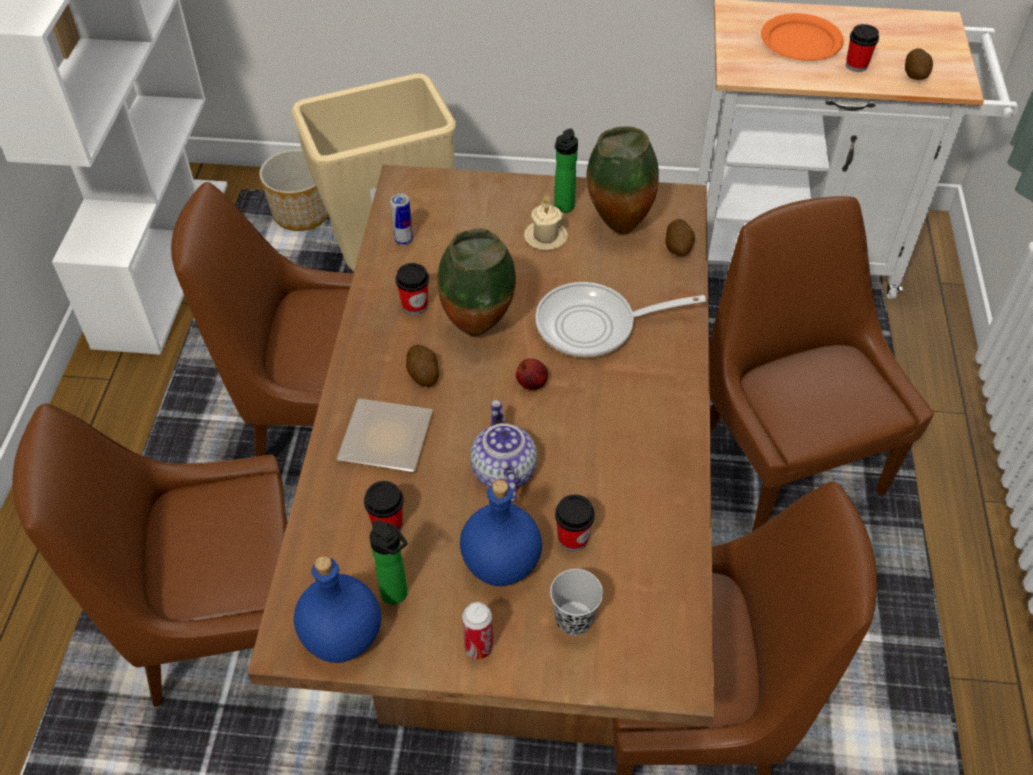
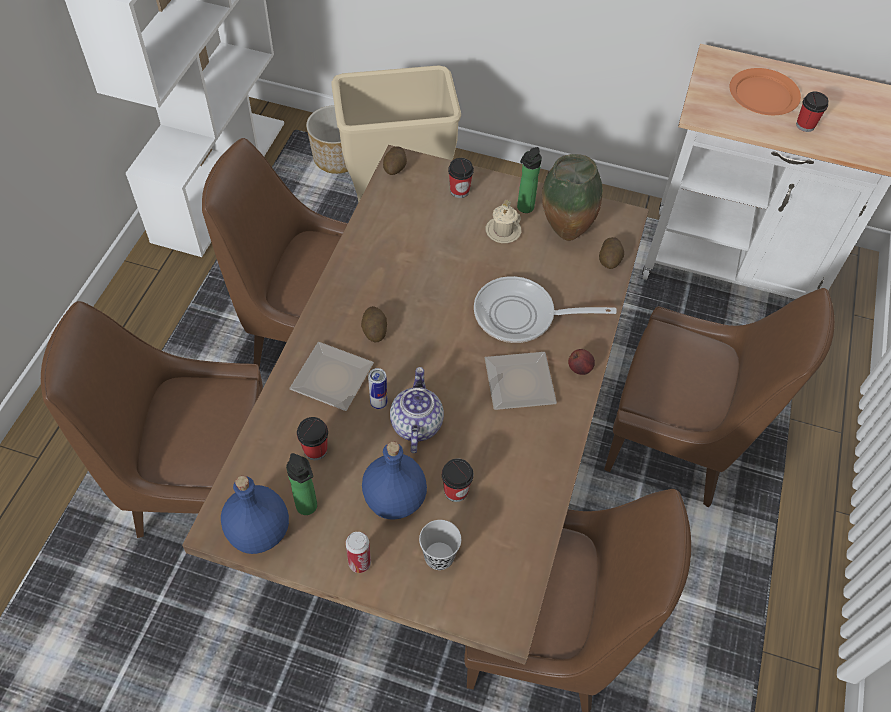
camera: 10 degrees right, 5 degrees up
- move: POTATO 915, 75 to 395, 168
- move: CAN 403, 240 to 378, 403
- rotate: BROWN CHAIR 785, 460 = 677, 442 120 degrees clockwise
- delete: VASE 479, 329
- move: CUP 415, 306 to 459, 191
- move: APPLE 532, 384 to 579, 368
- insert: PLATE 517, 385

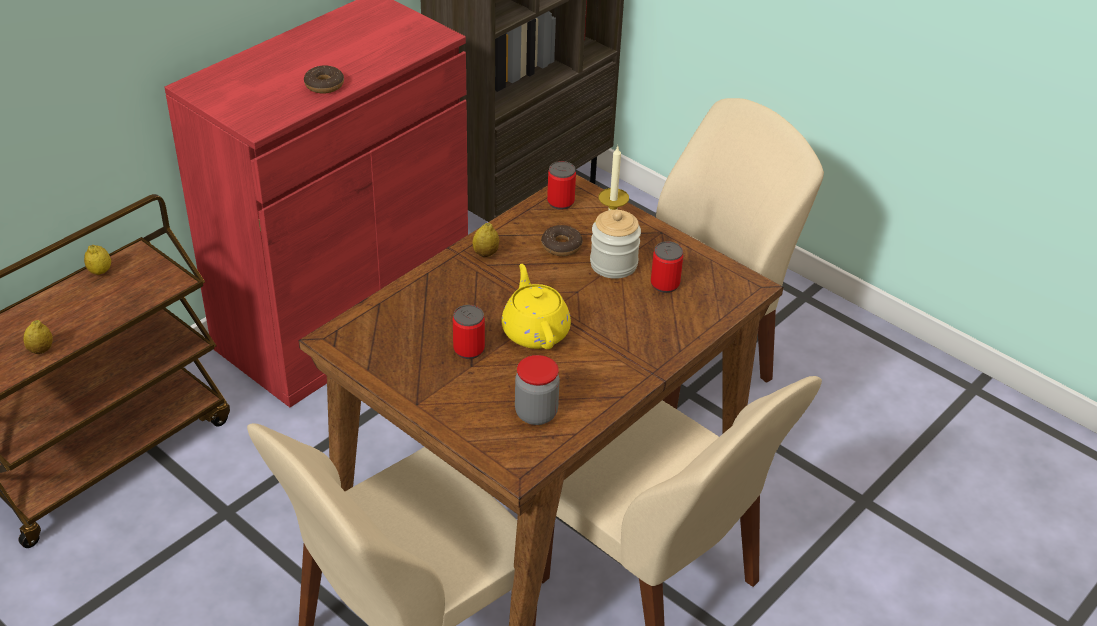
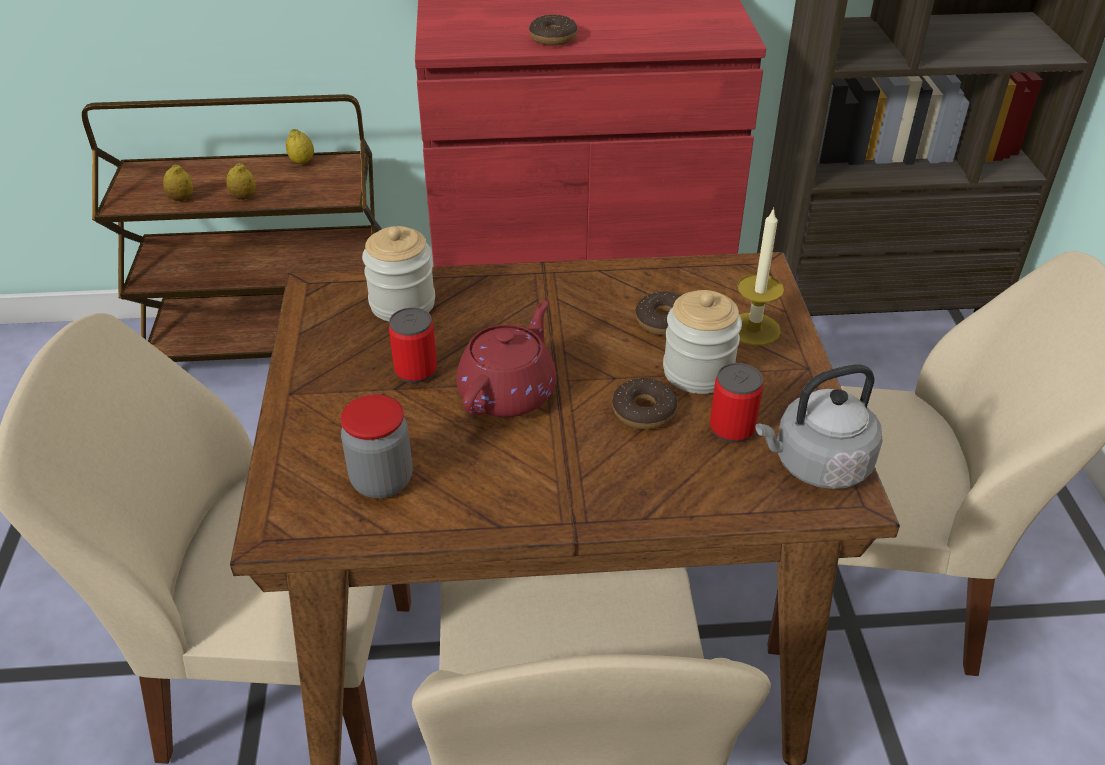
camera: 45 degrees right, 0 degrees up
- delete: CAN 560, 202
- move: LEMON 485, 253 to 243, 197
- recolor: YELLOW TEAPOT 535, 331 to RED TEAPOT 509, 392
- insert: JAR 402, 304
- insert: GREY KETTLE 816, 465
- insert: DONUT 643, 411

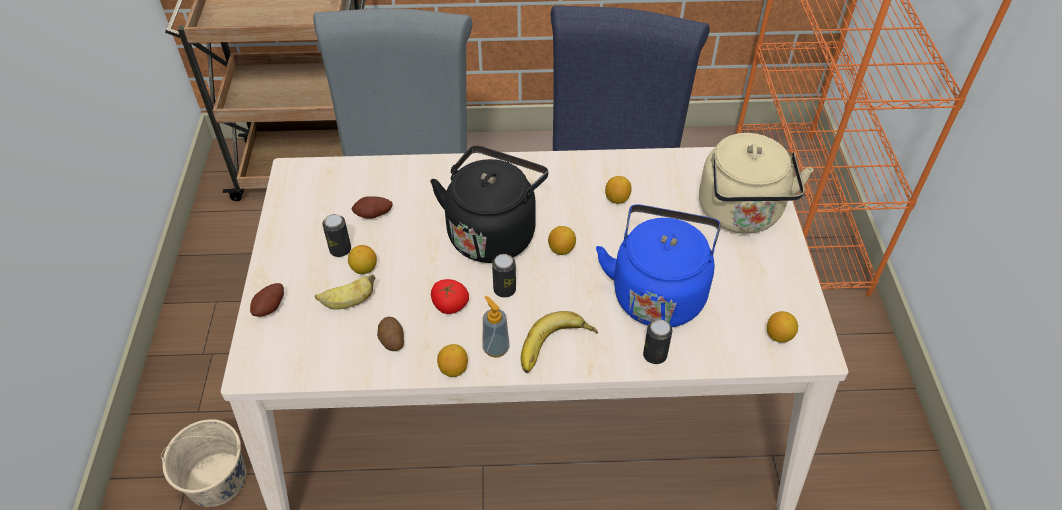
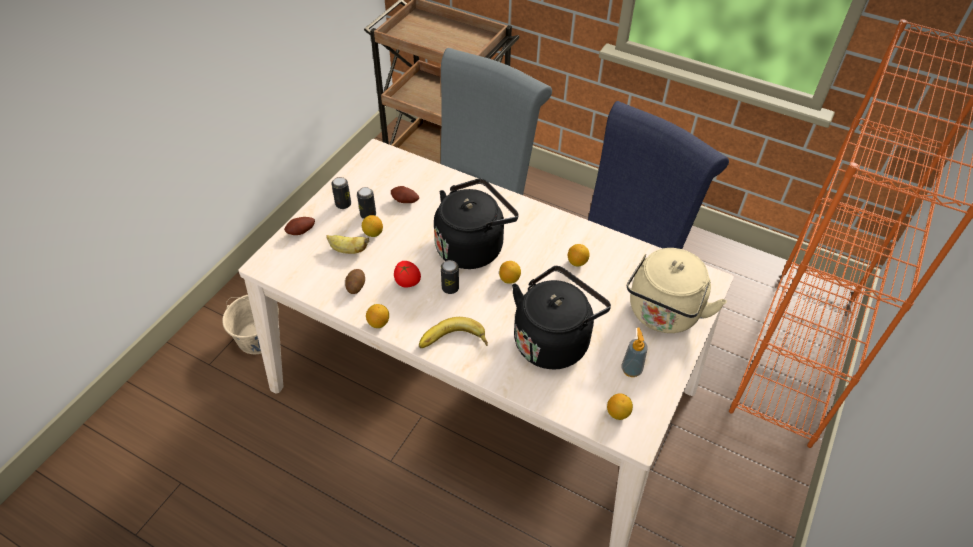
camera: 30 degrees right, 0 degrees up
- recolor: BLUE KETTLE 658, 292 to BLACK KETTLE 553, 340
- move: SOAP DISPENSER 496, 348 to 631, 369
- move: CAN 654, 355 to 343, 204

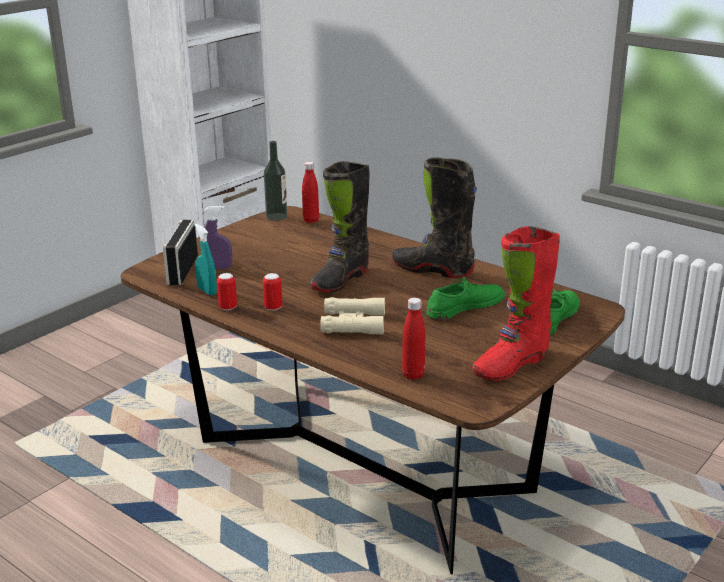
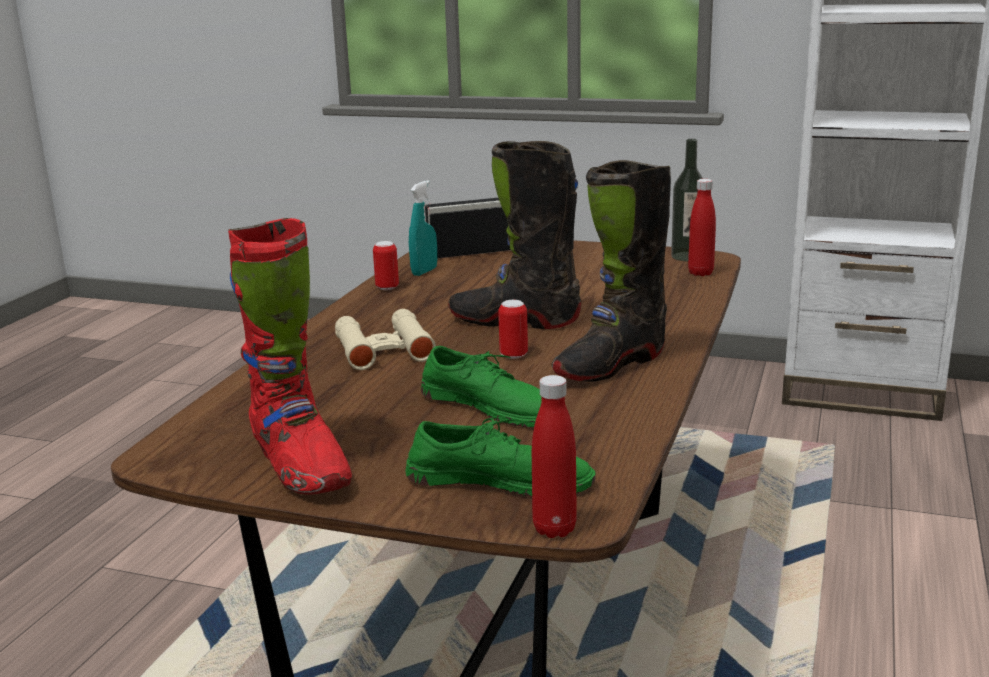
camera: 70 degrees right, 5 degrees down
- rotate: BLACK BOOT 432, 269 = 610, 365 135 degrees counterclockwise
- delete: PURPLE SPRAY BOTTLE 218, 268
- rotate: RED BOOT 511, 365 = 299, 467 150 degrees counterclockwise
- move: CAN 273, 307 to 513, 355
- move: RED BOTTLE 413, 375 to 554, 529

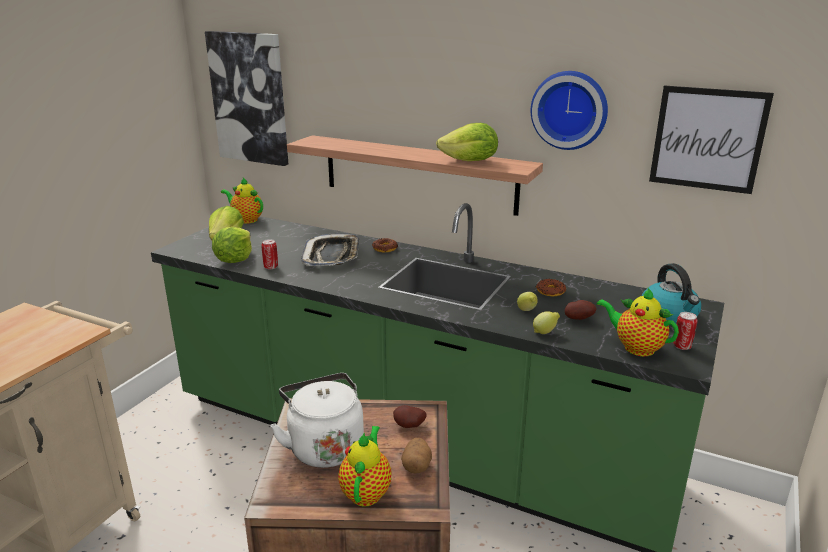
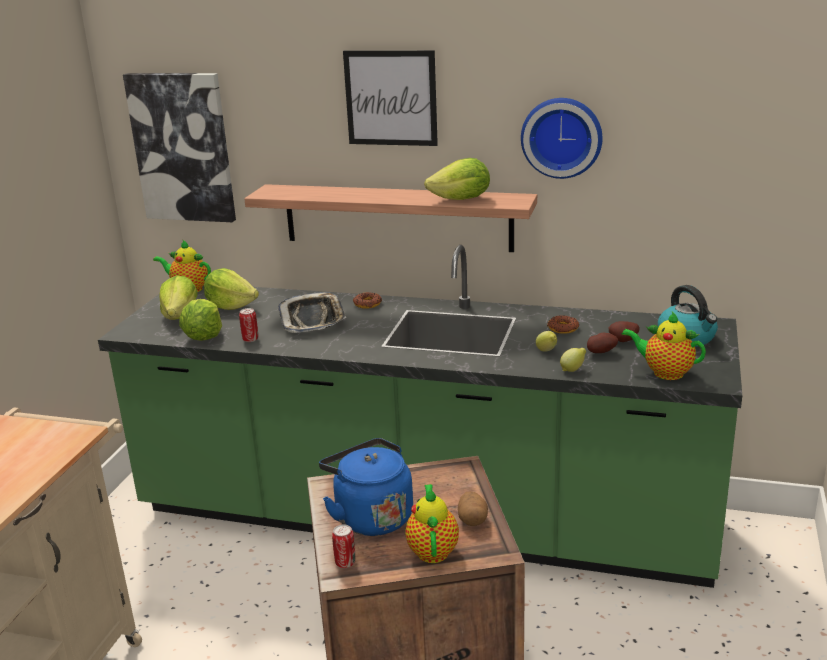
camera: 10 degrees left, 0 degrees up
- move: PICTURE 707, 139 to 391, 98
- move: CAN 682, 346 to 345, 563
- recolor: WHITE KETTLE 324, 446 to BLUE KETTLE 370, 516
- move: POTATO 409, 426 to 624, 341
- insert: LETTUCE 231, 306

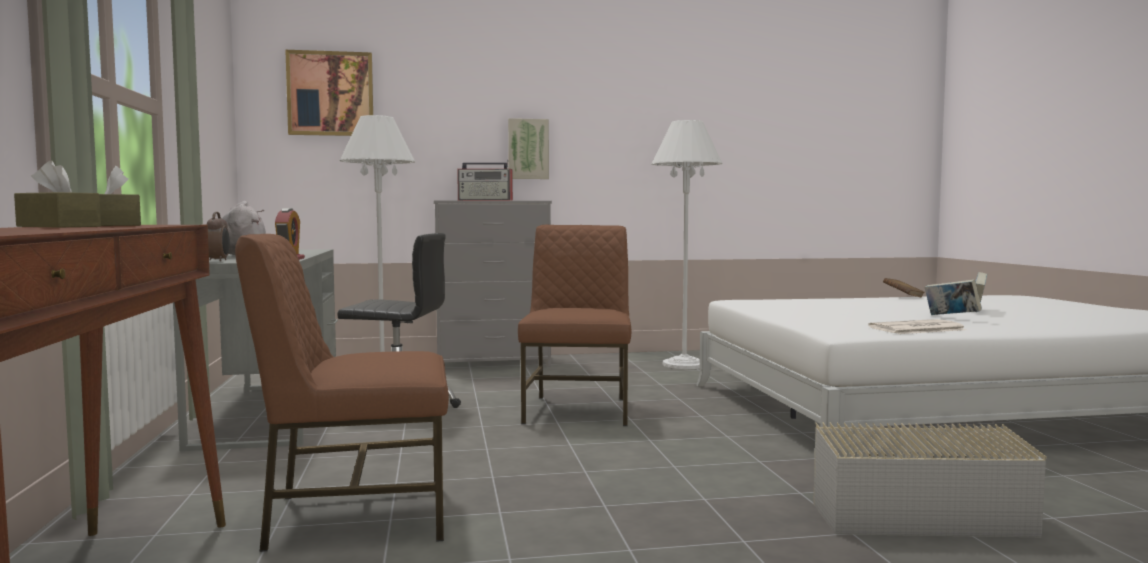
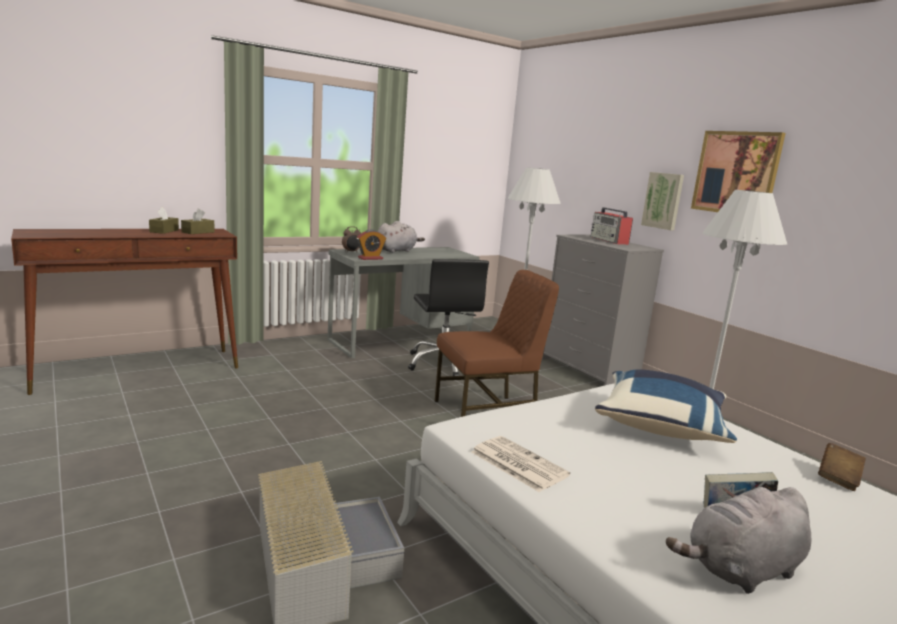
camera: 65 degrees right, 10 degrees up
- move: PICTURE 330, 94 to 736, 173
- delete: BROWN CHAIR 355, 516
- delete: BOOK 951, 317
- insert: BLUE PILLOW 661, 426
- insert: GREY PLUSH TOY 740, 570

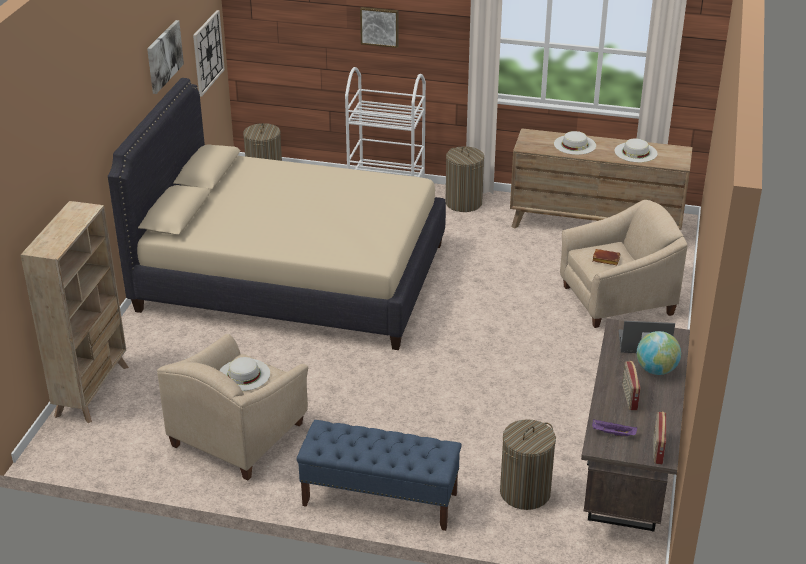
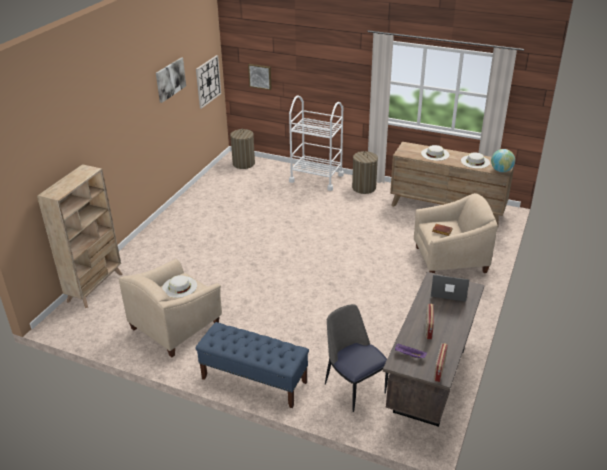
camera: 10 degrees right, 0 degrees up
- move: PICTURE 380, 26 to 260, 76
- delete: BEIGE BED 292, 277
- move: GLOBE 656, 370 to 501, 170
- replace: LAUNDRY BASKET 525, 492 to CHAIR 354, 387

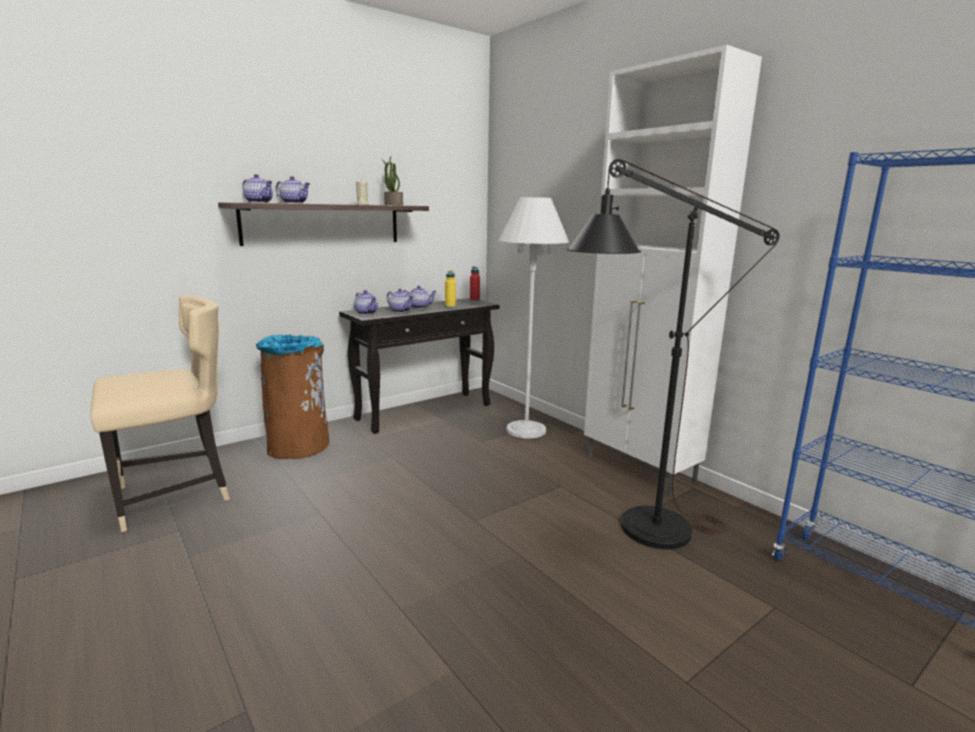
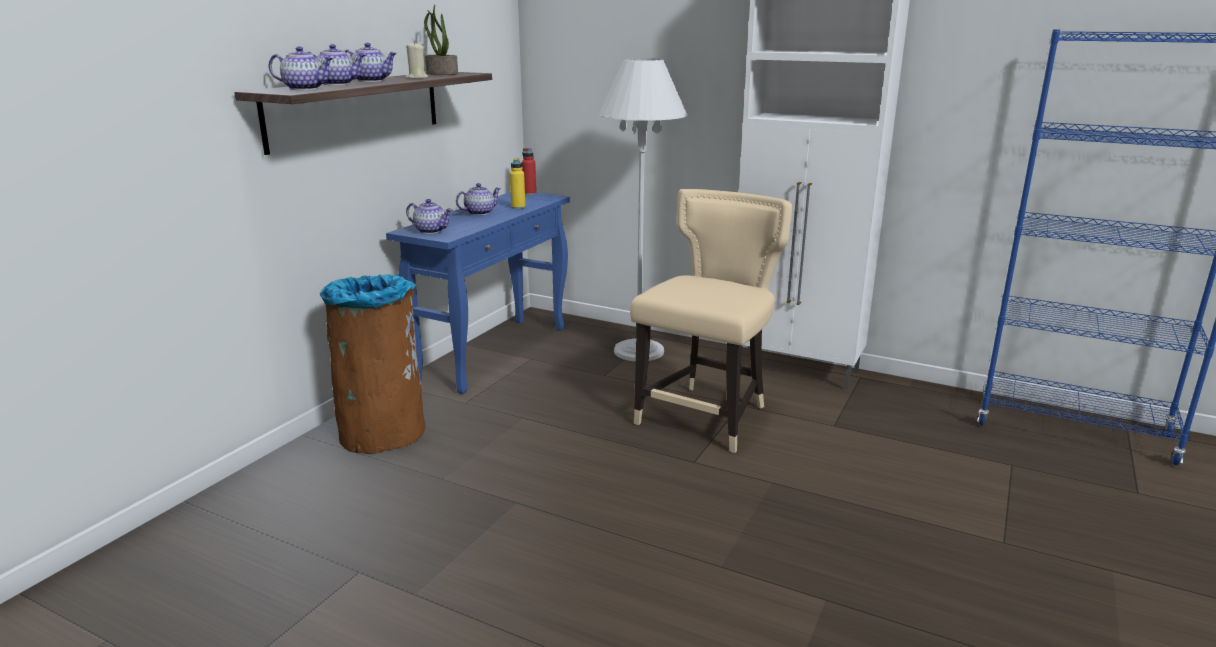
camera: 25 degrees left, 5 degrees up
- delete: BLACK FLOOR LAMP 636, 530
- move: TEAPOT 401, 311 to 372, 81
- move: BEIGE CHAIR 177, 495 to 707, 416
- recolor: BLACK CONSOLE TABLE 425, 411 to BLUE CONSOLE TABLE 494, 353

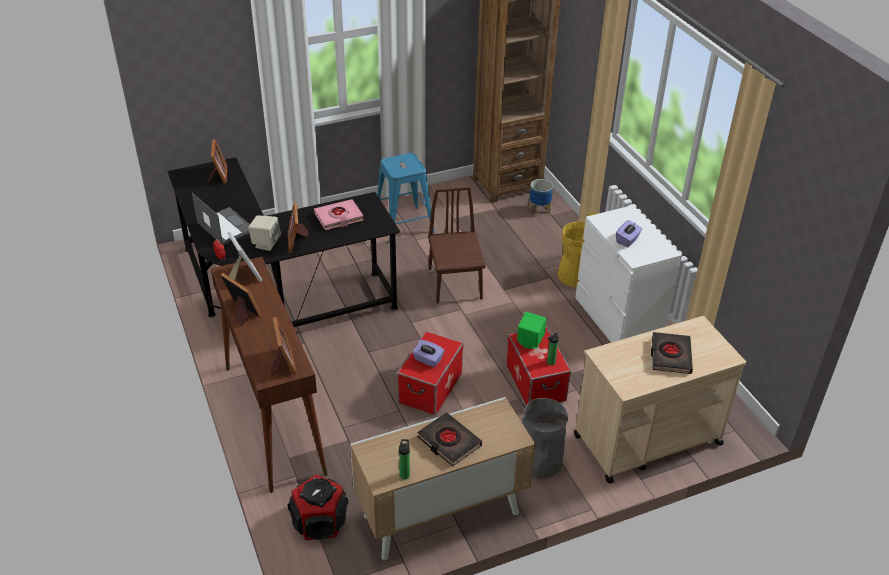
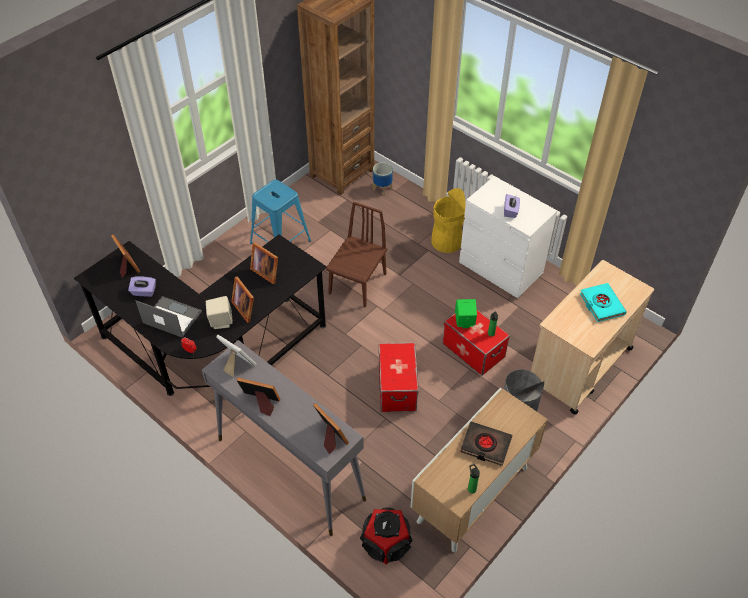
camera: 25 degrees left, 10 degrees up
- rotate: BROWN CHAIR 455, 283 = 357, 283 60 degrees clockwise
- replace: PINK BOOK 339, 217 to PICTURE FRAME 266, 271
- recolor: BROWN CONSOLE TABLE 273, 418 to GREY CONSOLE TABLE 289, 468
- recolor: BLACK BOOK 670, 356 to TURQUOISE BOOK 601, 304
- move: PURPLE TISSUE BOX 428, 360 to 144, 292

